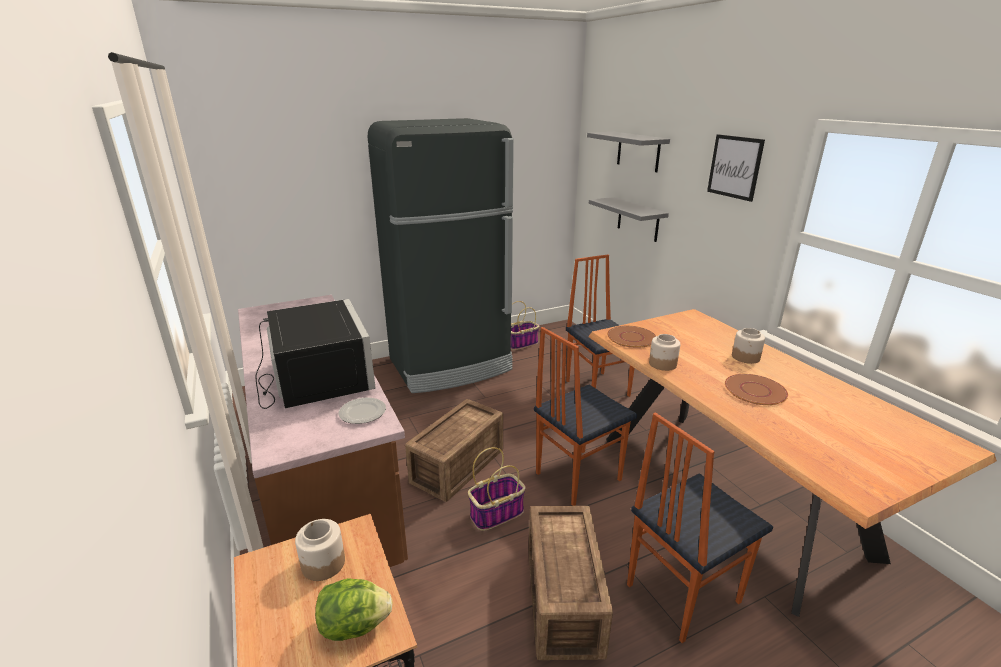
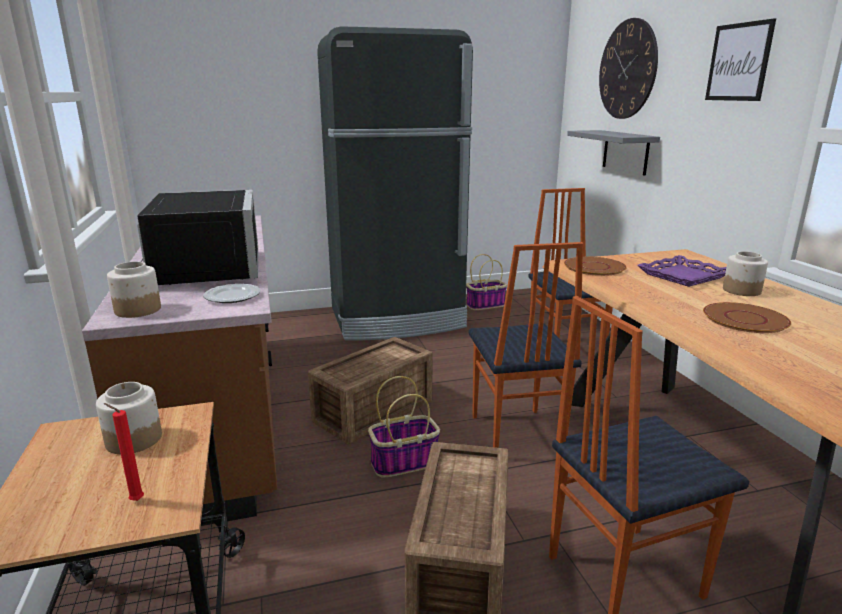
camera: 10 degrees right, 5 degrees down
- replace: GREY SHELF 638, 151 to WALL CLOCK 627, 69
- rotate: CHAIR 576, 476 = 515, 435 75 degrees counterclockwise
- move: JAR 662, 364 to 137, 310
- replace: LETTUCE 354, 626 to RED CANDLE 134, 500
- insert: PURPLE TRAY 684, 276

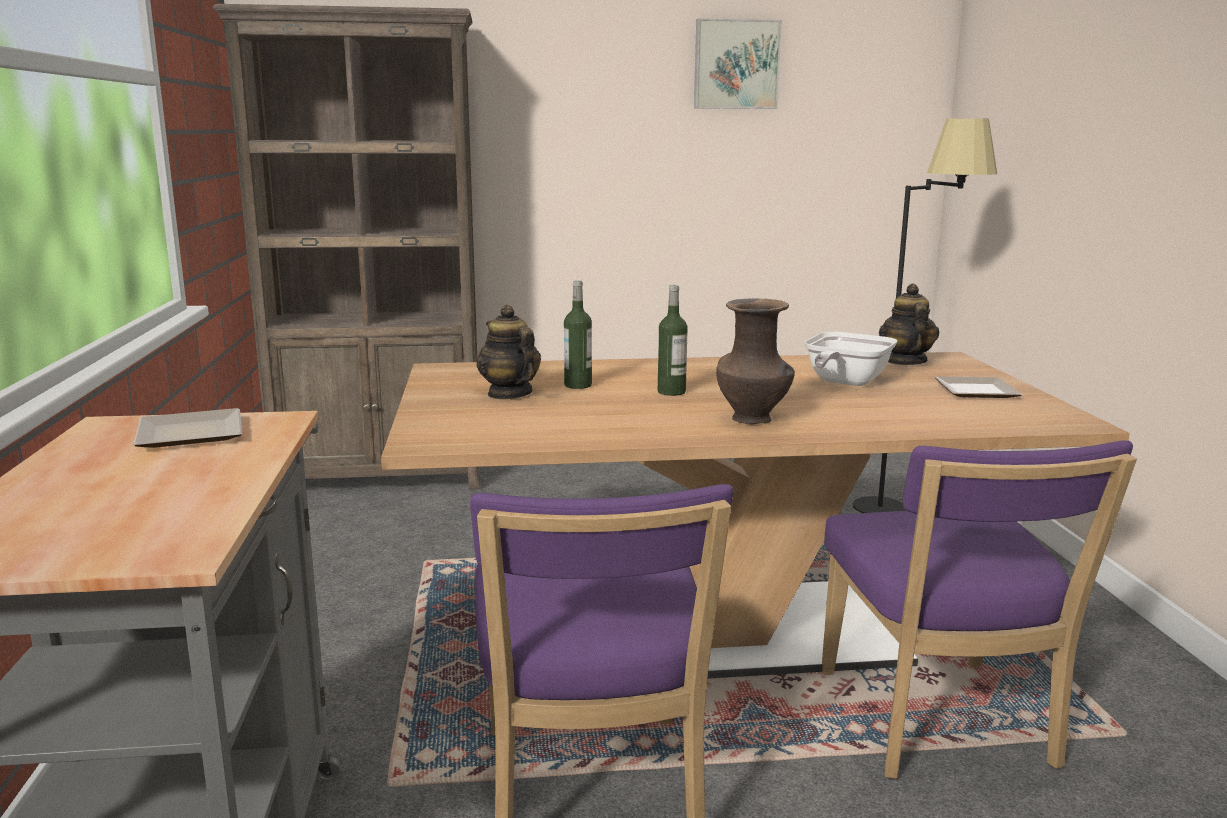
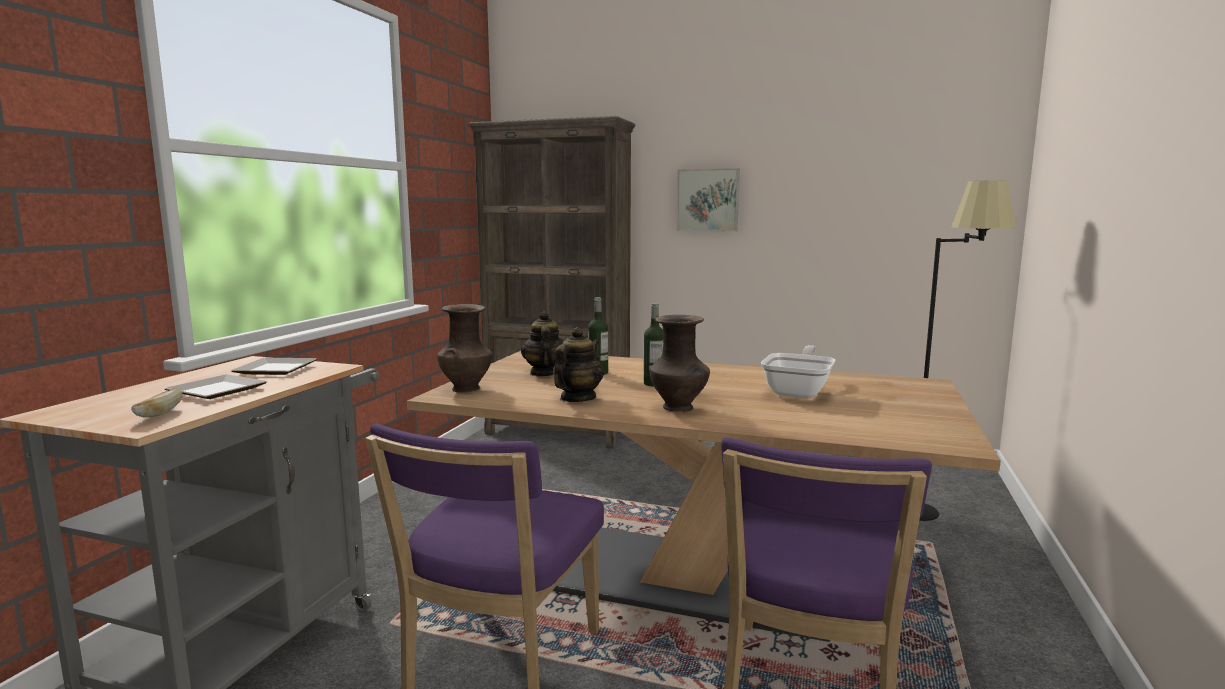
camera: 25 degrees right, 5 degrees down
- move: PICTURE 736, 64 to 708, 200
- move: TEAPOT 905, 361 to 577, 398
- rotate: FRYING PAN 844, 382 = 799, 391 150 degrees clockwise
- move: PLATE 978, 391 to 221, 391
- insert: BROWN VASE 466, 389
- insert: BREAD 159, 414

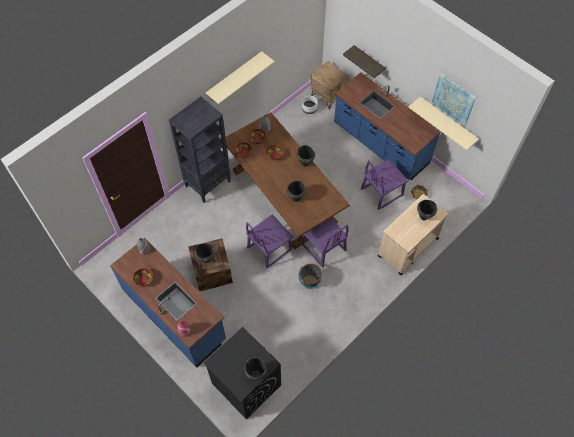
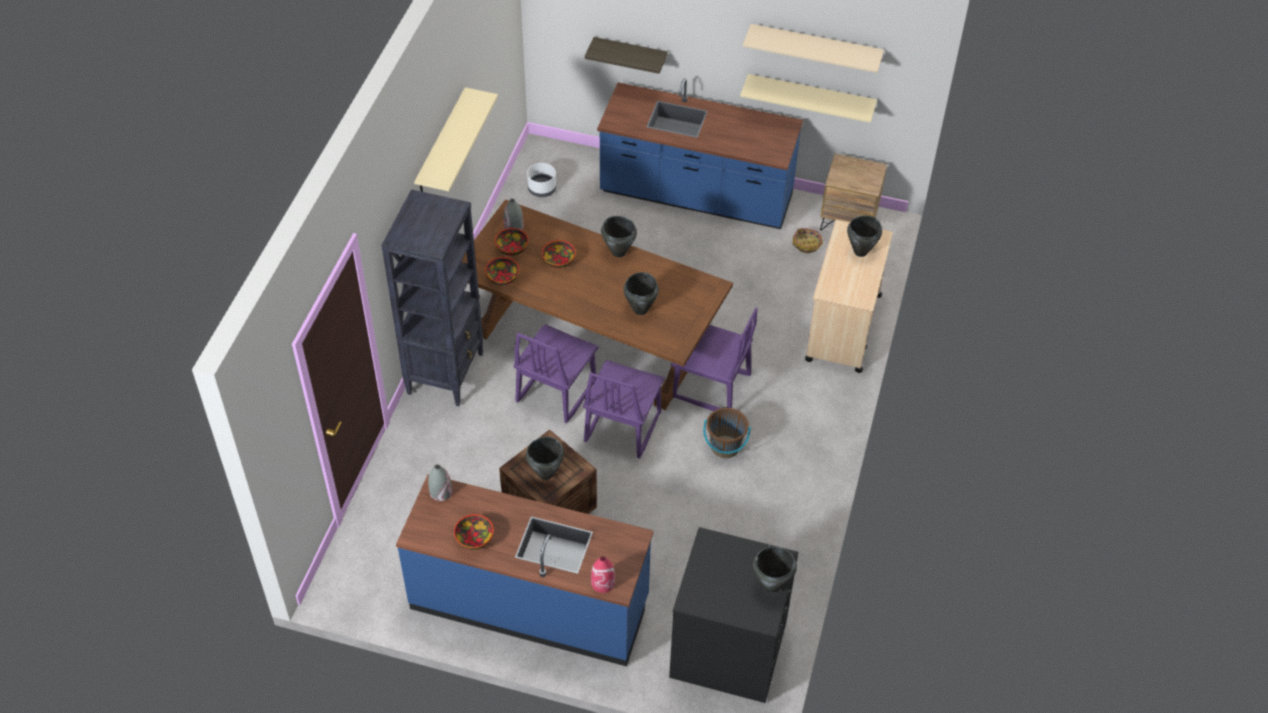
camera: 30 degrees left, 10 degrees down
- move: BROWN NIGHTSTAND 328, 96 to 848, 220
- replace: PICTURE 454, 99 to BEIGE SHELF 815, 48
- move: PURPLE CHAIR 381, 192 to 555, 391

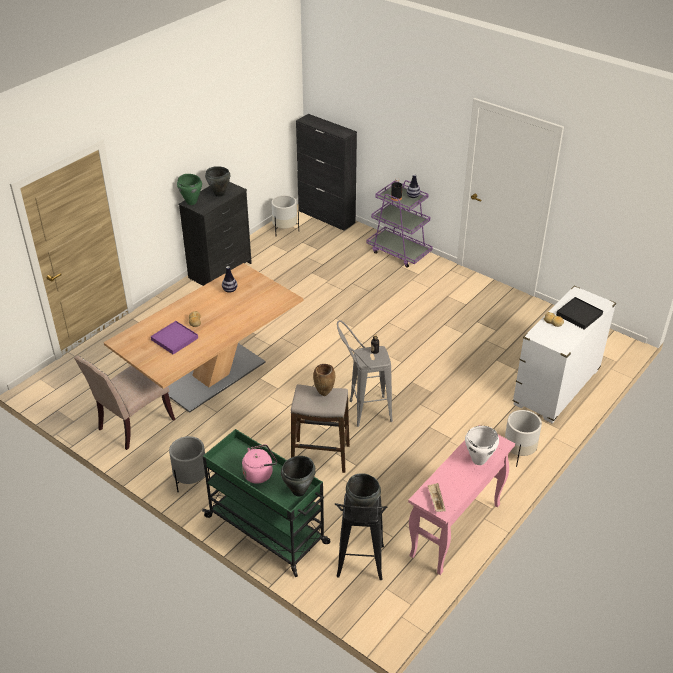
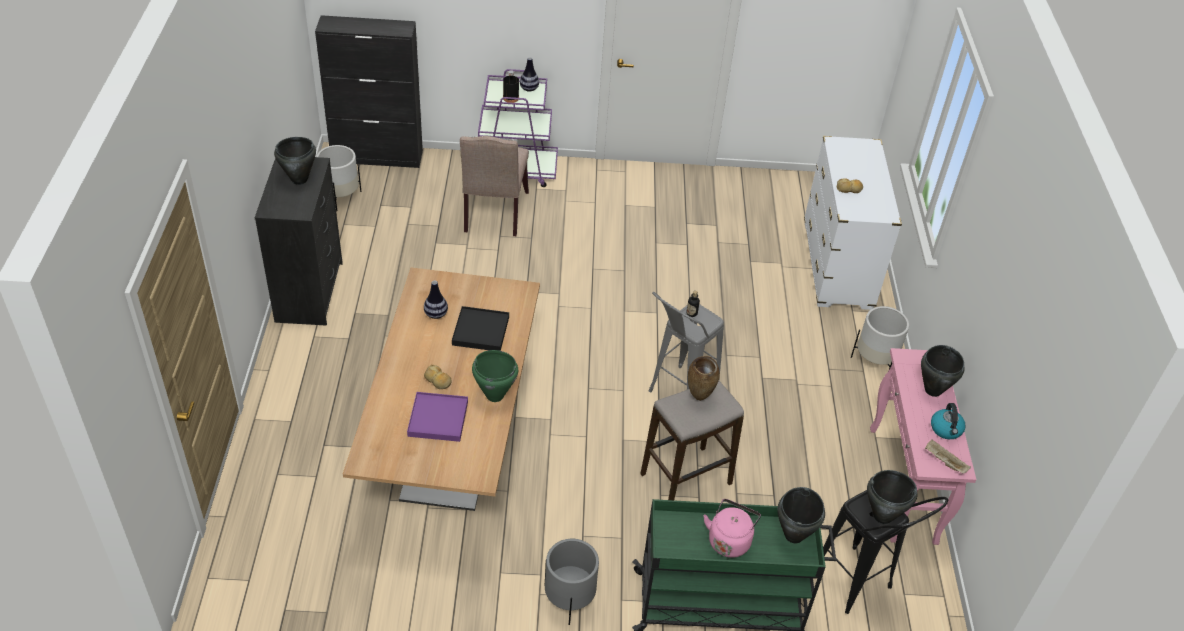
camera: 40 degrees left, 5 degrees up
- move: GREEN COOKING POT 191, 202 to 494, 395
- move: BLACK TRAY 579, 315 to 481, 331
- move: BEIGE CHAIR 133, 425 to 494, 214
- recolor: WHITE COOKING POT 478, 460 to BLACK COOKING POT 932, 390
- insert: KETTLE 946, 429

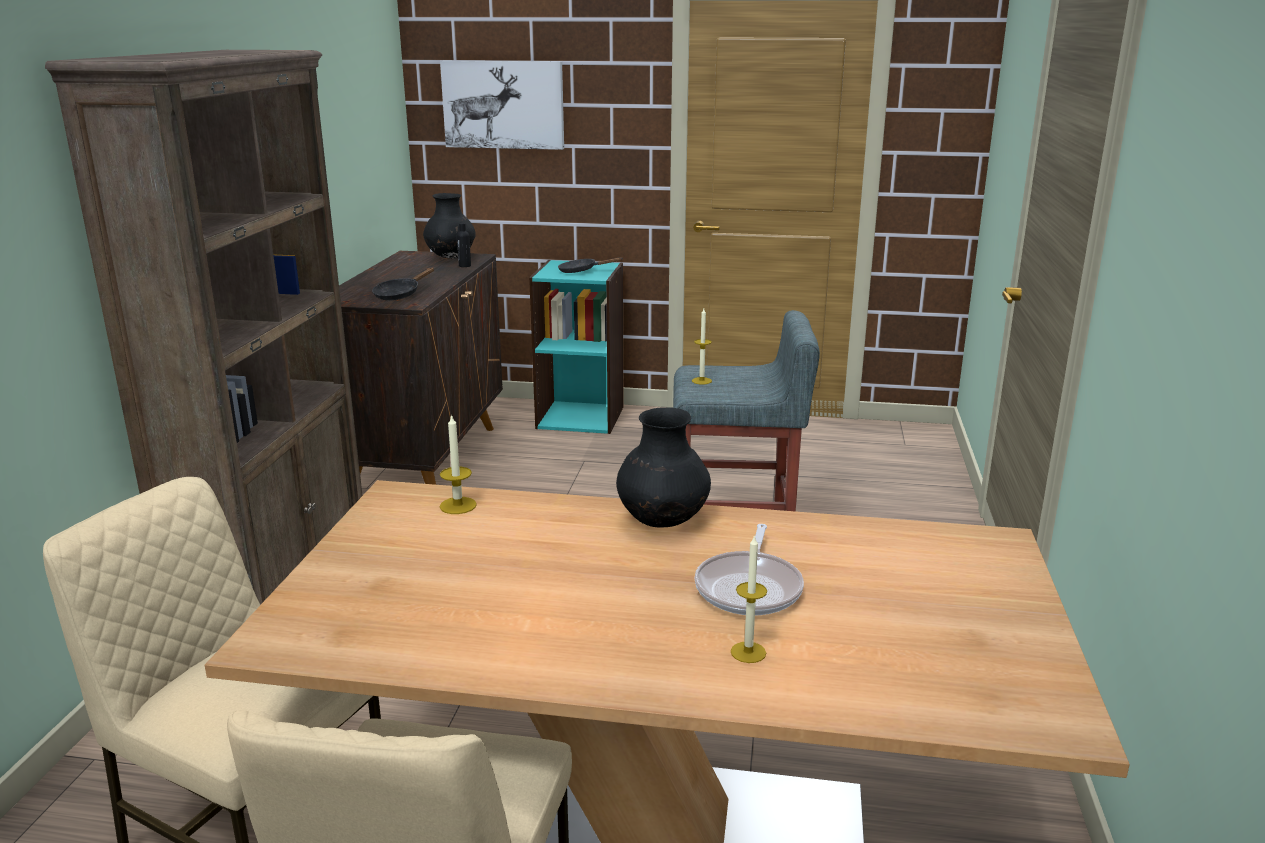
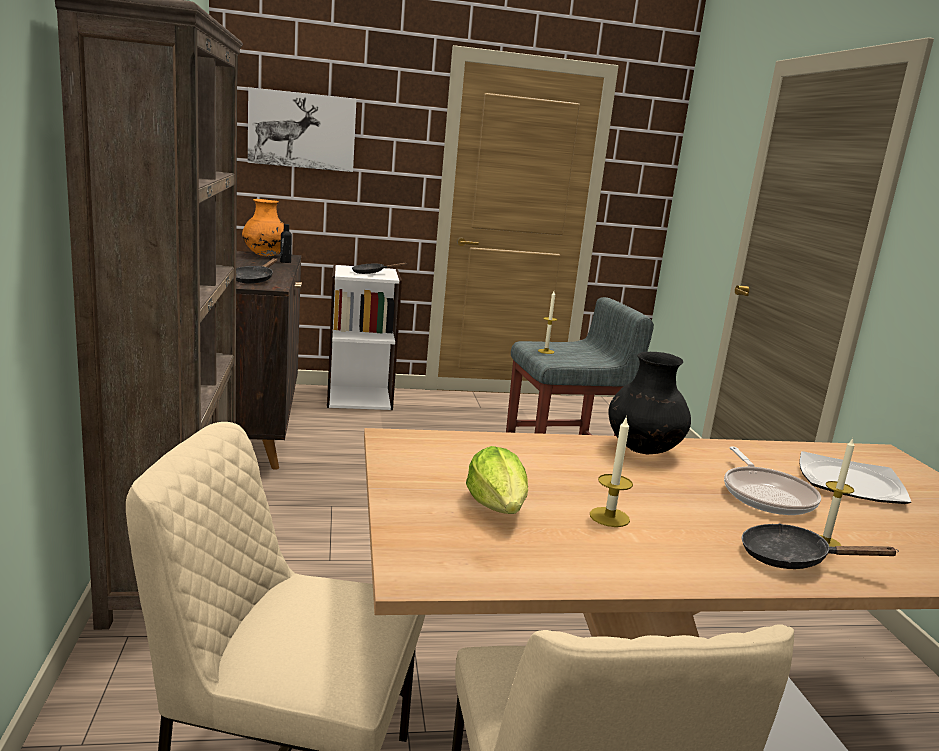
camera: 20 degrees left, 5 degrees down
- recolor: BLACK VASE 451, 257 to ORANGE VASE 265, 256
- recolor: TURQUOISE BOOKCASE 581, 417 to WHITE BOOKCASE 359, 398
- move: CANDLE 458, 505 to 609, 517
- insert: LETTUCE 498, 507
- insert: PLATE 849, 483
- insert: BLACK FRYING PAN 792, 559

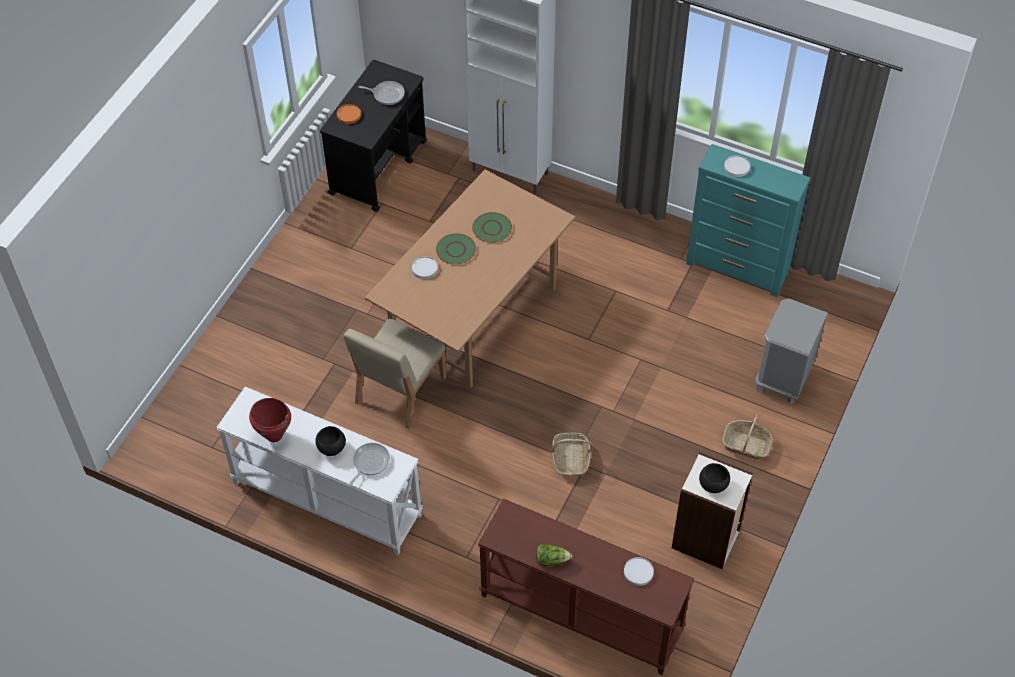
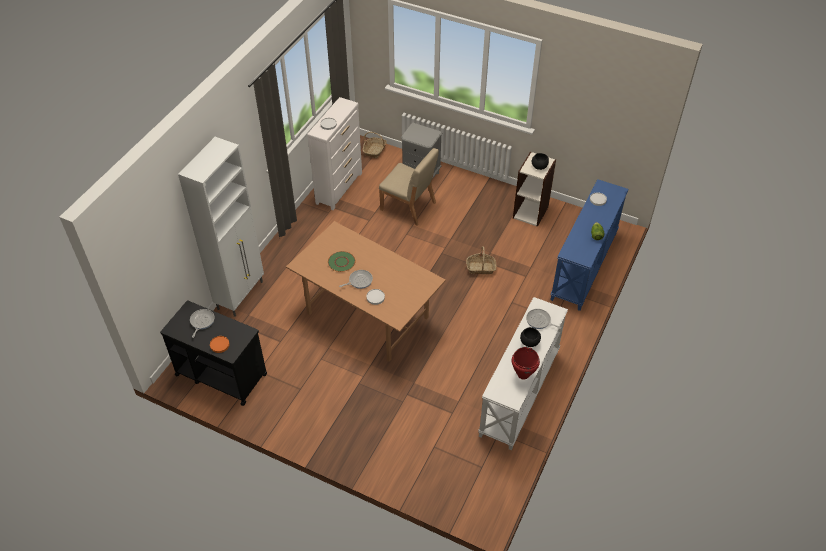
camera: 90 degrees left, 5 degrees down
- recolor: TURQUOISE DRESSER 737, 269 to WHITE DRESSER 339, 188
- replace: GREEN PLATE 456, 249 to FRYING PAN 359, 281
- move: BEIGE CHAIR 399, 390 to 408, 207
- move: BASKET 746, 445 to 374, 150
- recolor: BROWN CONSOLE TABLE 580, 614 to BLUE CONSOLE TABLE 585, 266

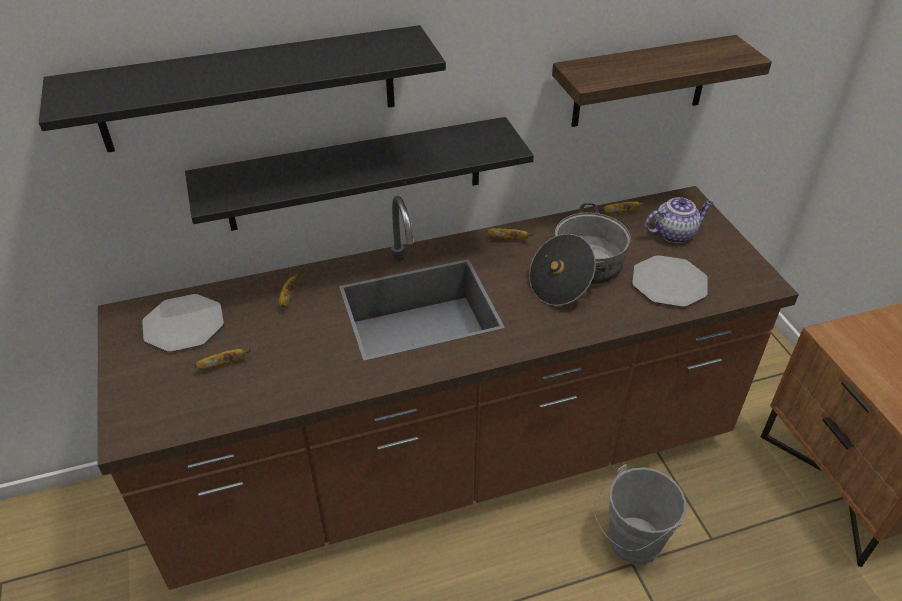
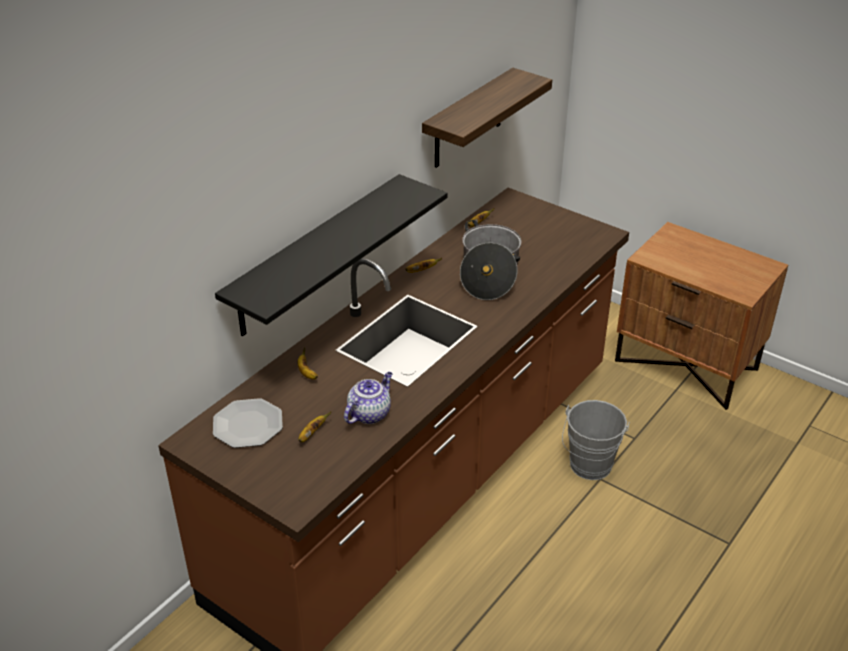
camera: 35 degrees left, 5 degrees down
- delete: BLACK SHELF 249, 89
- move: TEAPOT 674, 233 to 369, 413
- delete: PLATE 669, 283

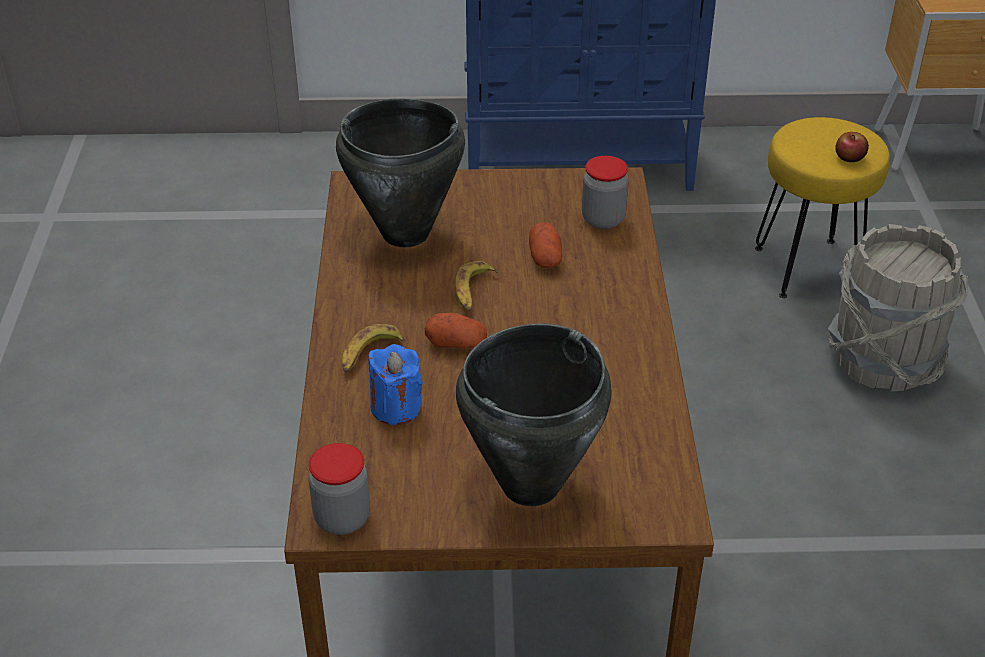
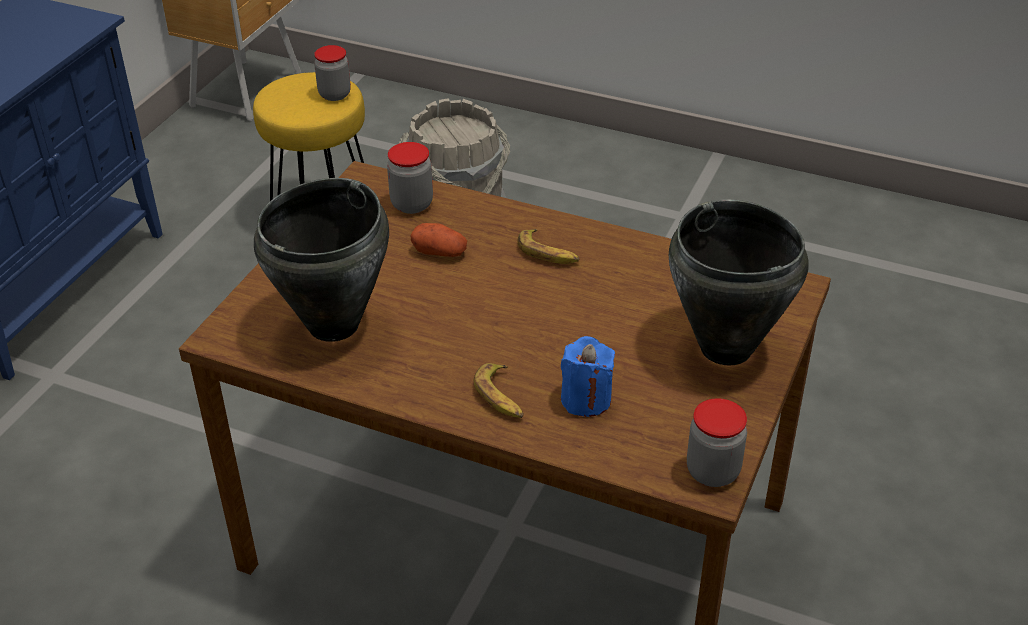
camera: 65 degrees left, 0 degrees up
- replace: APPLE 850, 157 to JAR 334, 94
- move: BANANA 473, 291 to 548, 253
- delete: POTATO 456, 343

